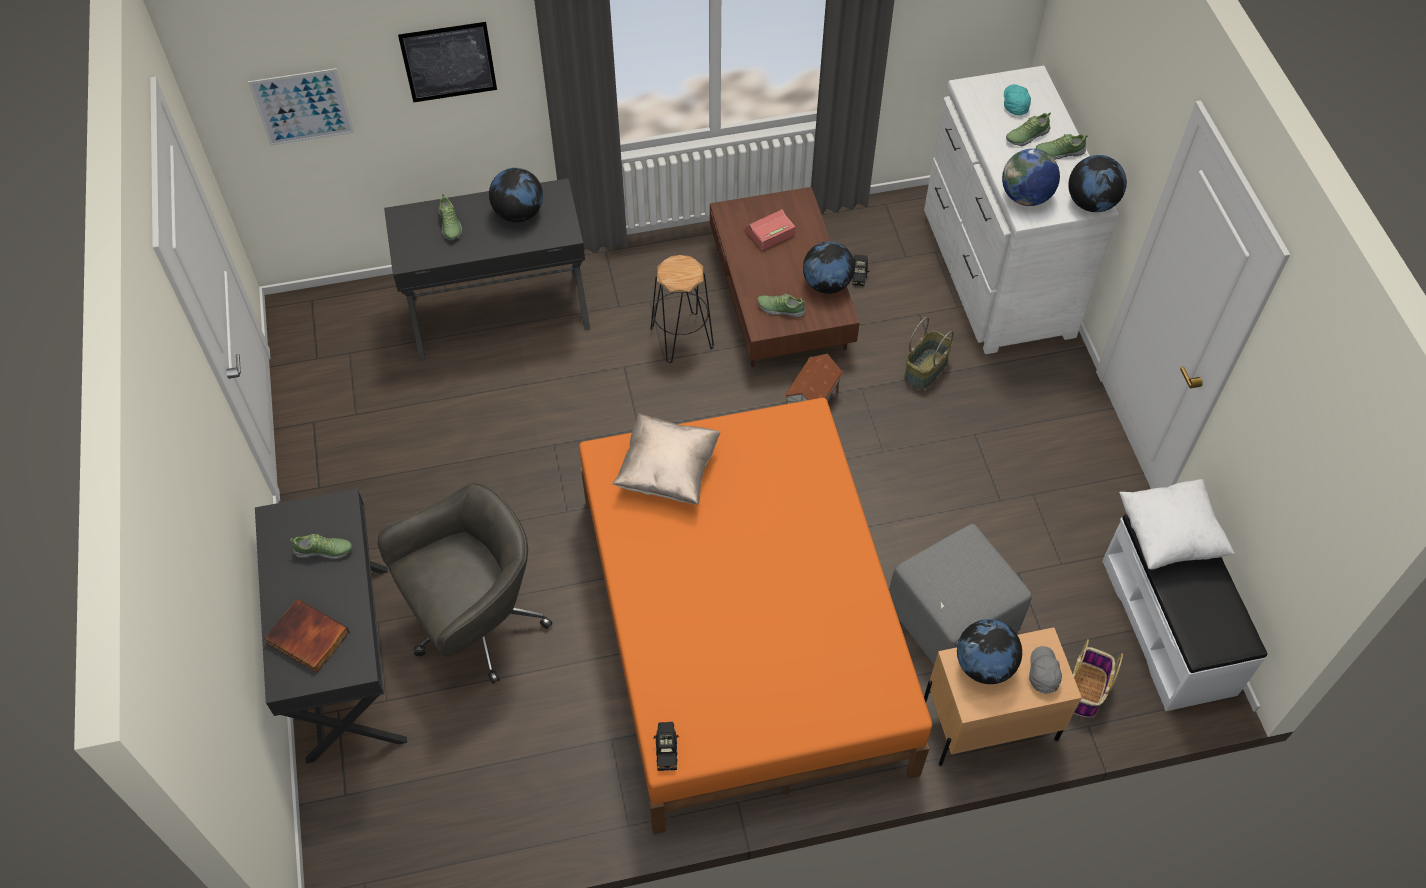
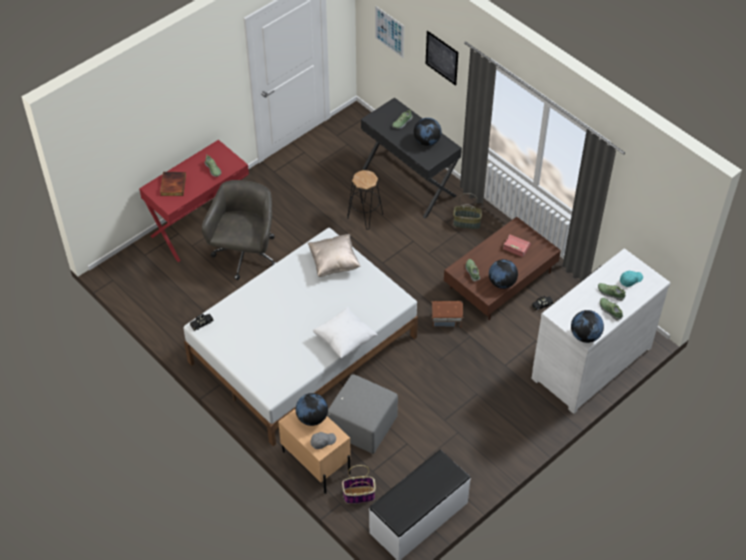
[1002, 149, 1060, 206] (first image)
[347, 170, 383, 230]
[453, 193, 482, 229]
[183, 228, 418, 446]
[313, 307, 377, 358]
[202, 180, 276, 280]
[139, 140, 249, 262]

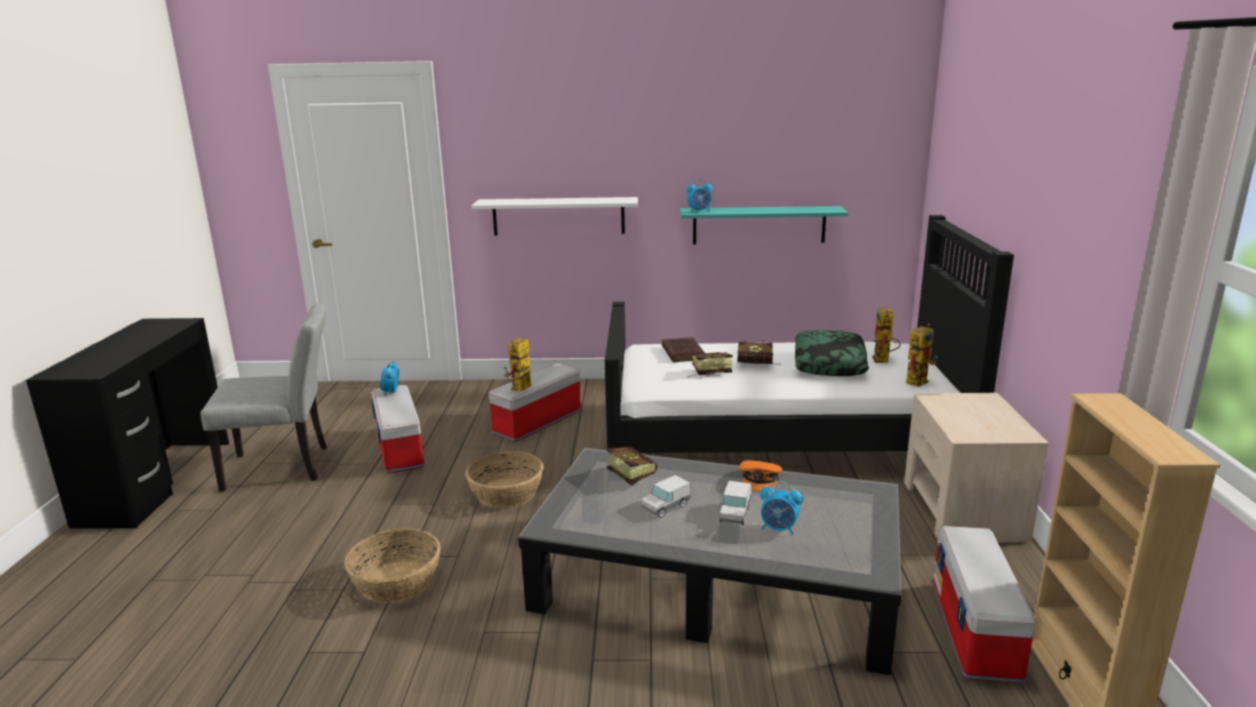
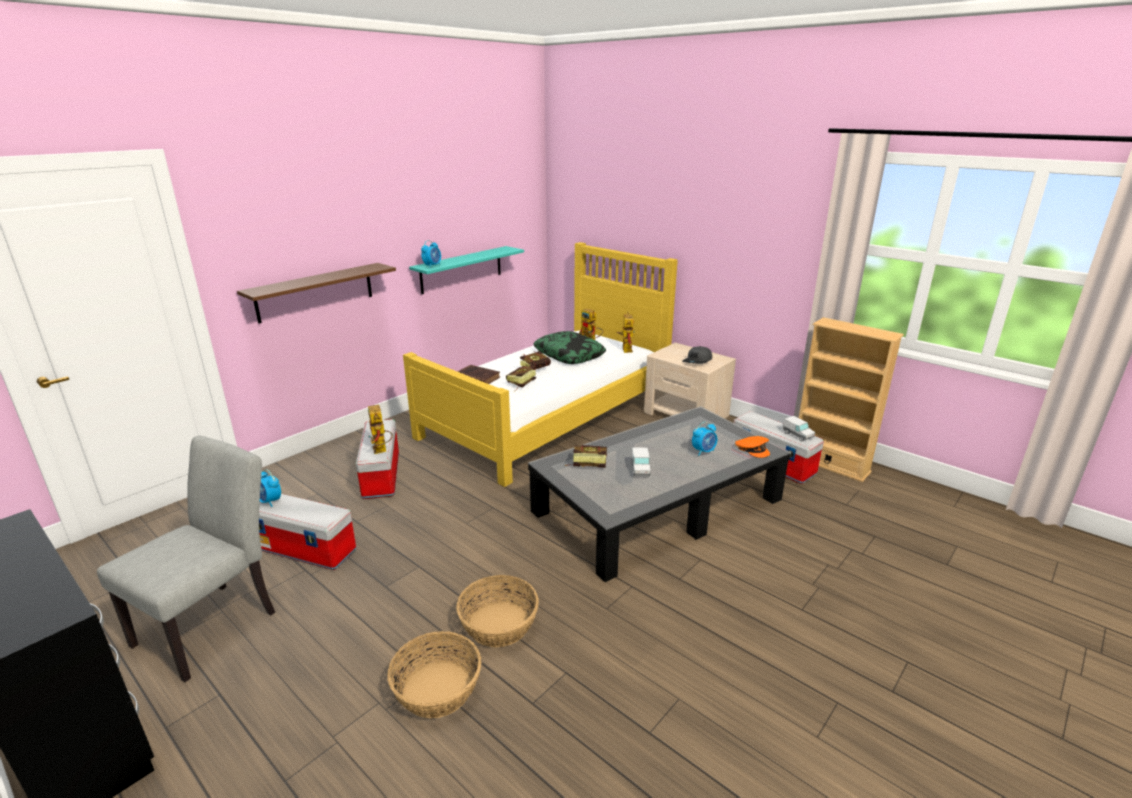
[237, 263, 396, 324]
[403, 242, 678, 487]
[387, 631, 482, 719]
[735, 436, 770, 458]
[783, 416, 815, 441]
[682, 346, 712, 364]

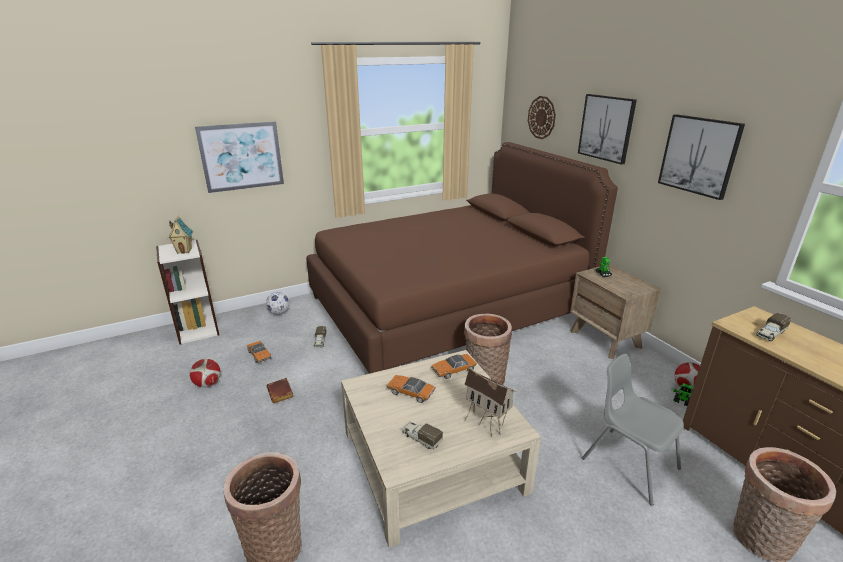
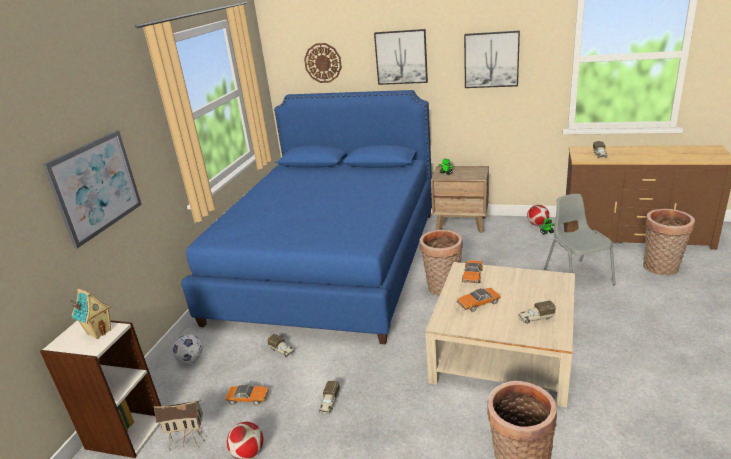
[181, 90, 432, 344]
[544, 194, 616, 295]
[154, 400, 205, 452]
[319, 381, 340, 414]

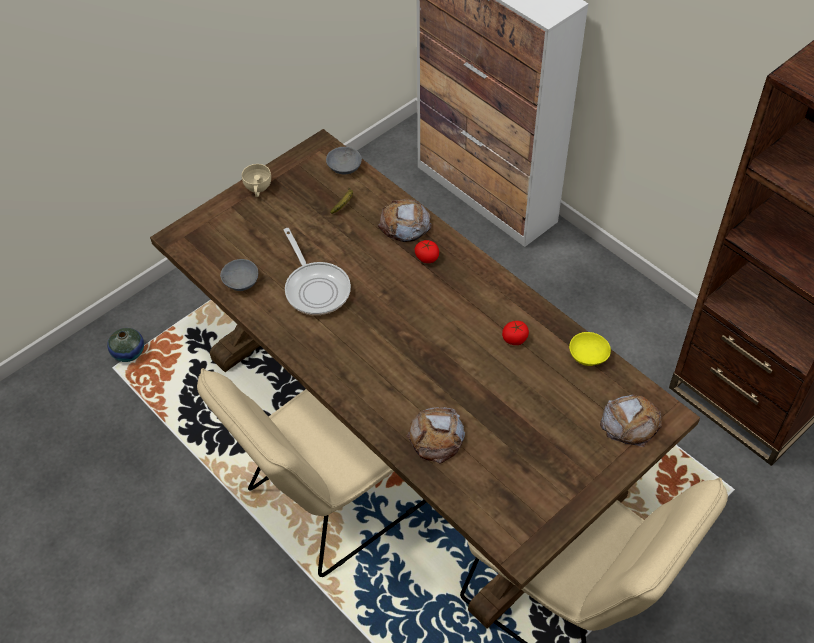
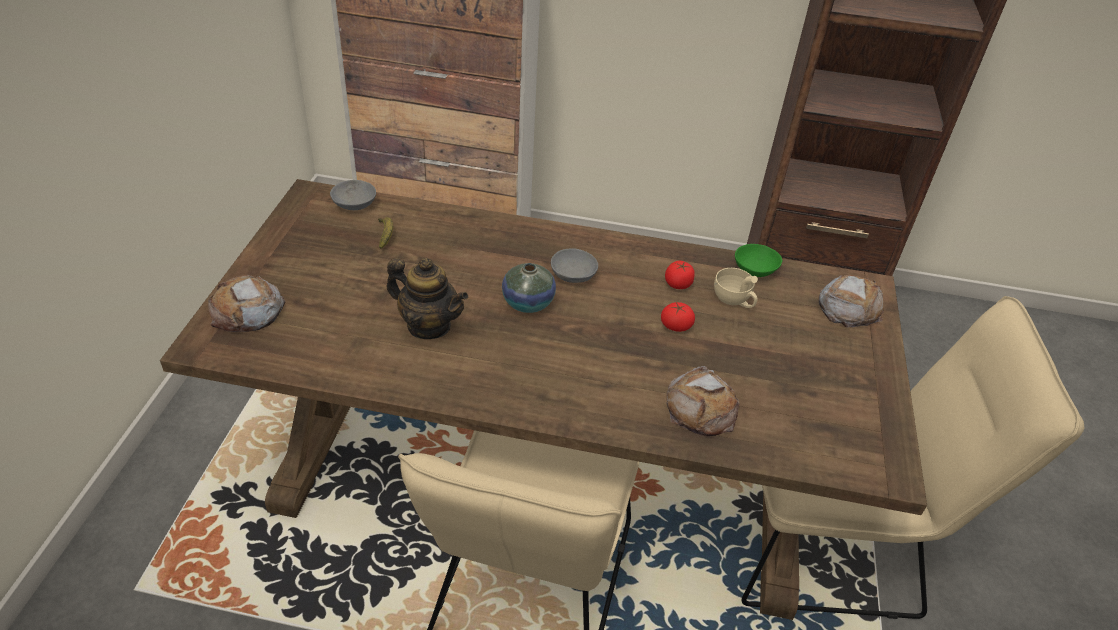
[714, 268, 758, 308]
[208, 275, 285, 332]
[387, 258, 468, 339]
[661, 302, 695, 332]
[551, 248, 598, 283]
[502, 263, 556, 313]
[735, 244, 782, 277]

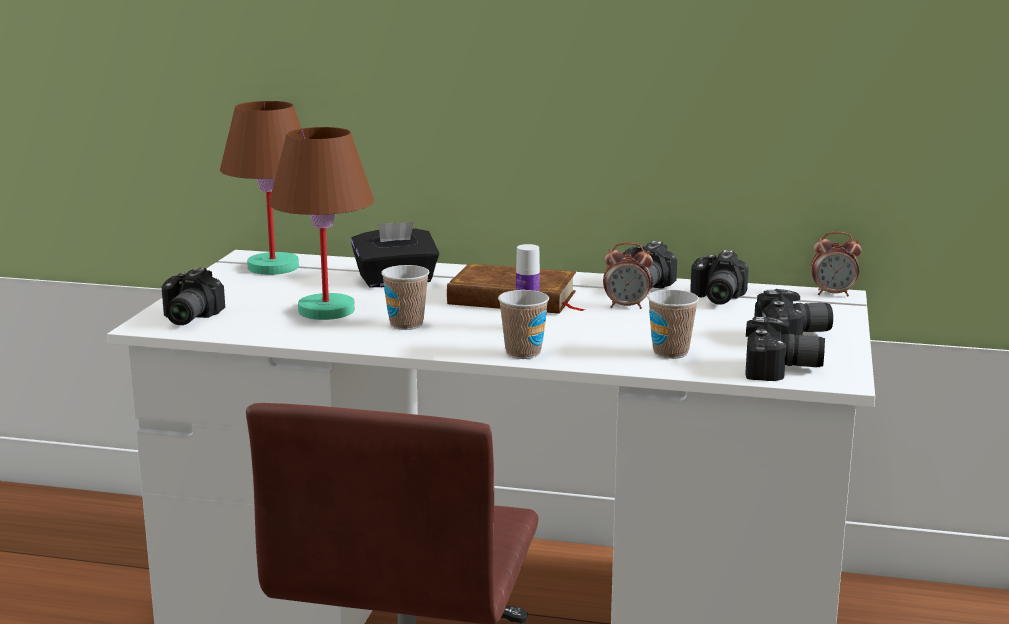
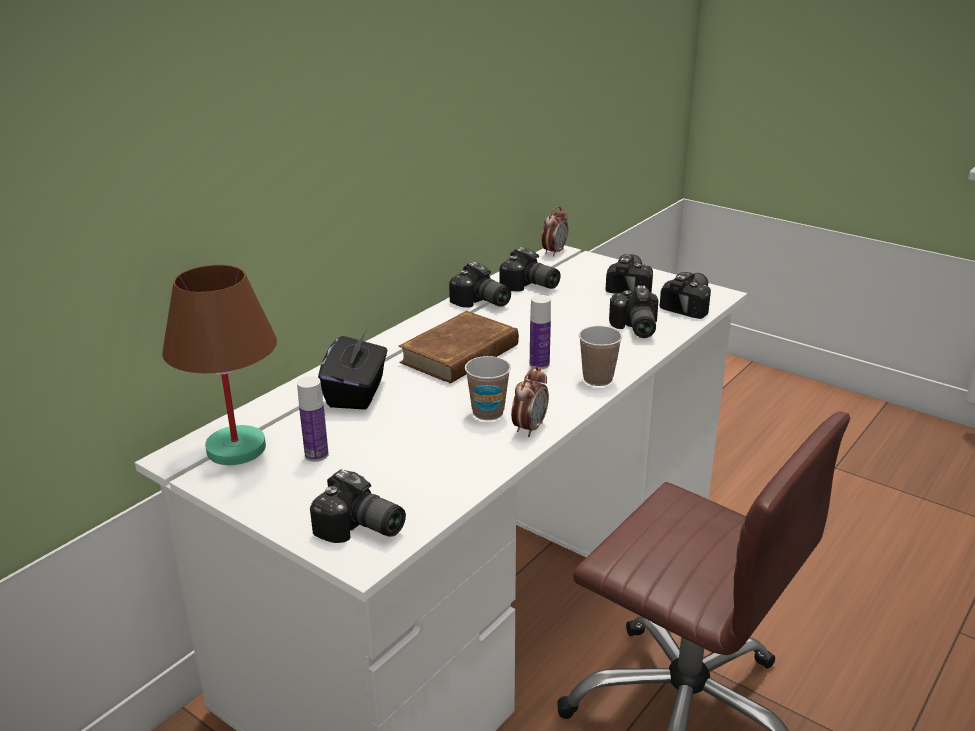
[269, 127, 374, 320] (first image)
[511, 366, 549, 437]
[609, 285, 658, 338]
[297, 376, 329, 462]

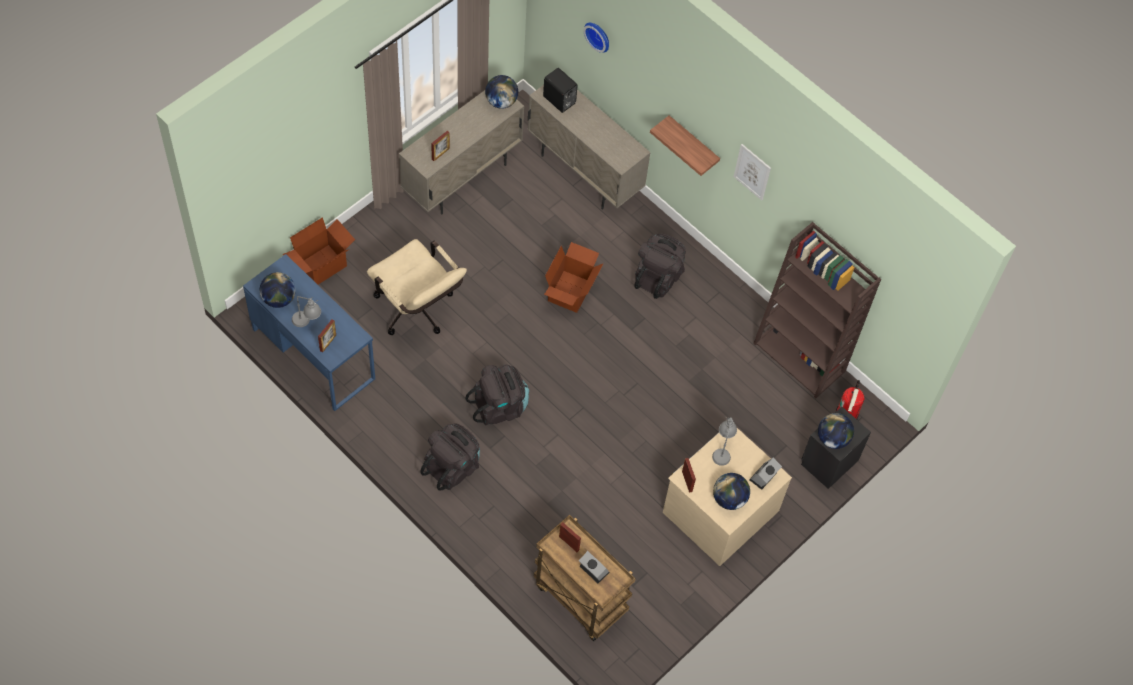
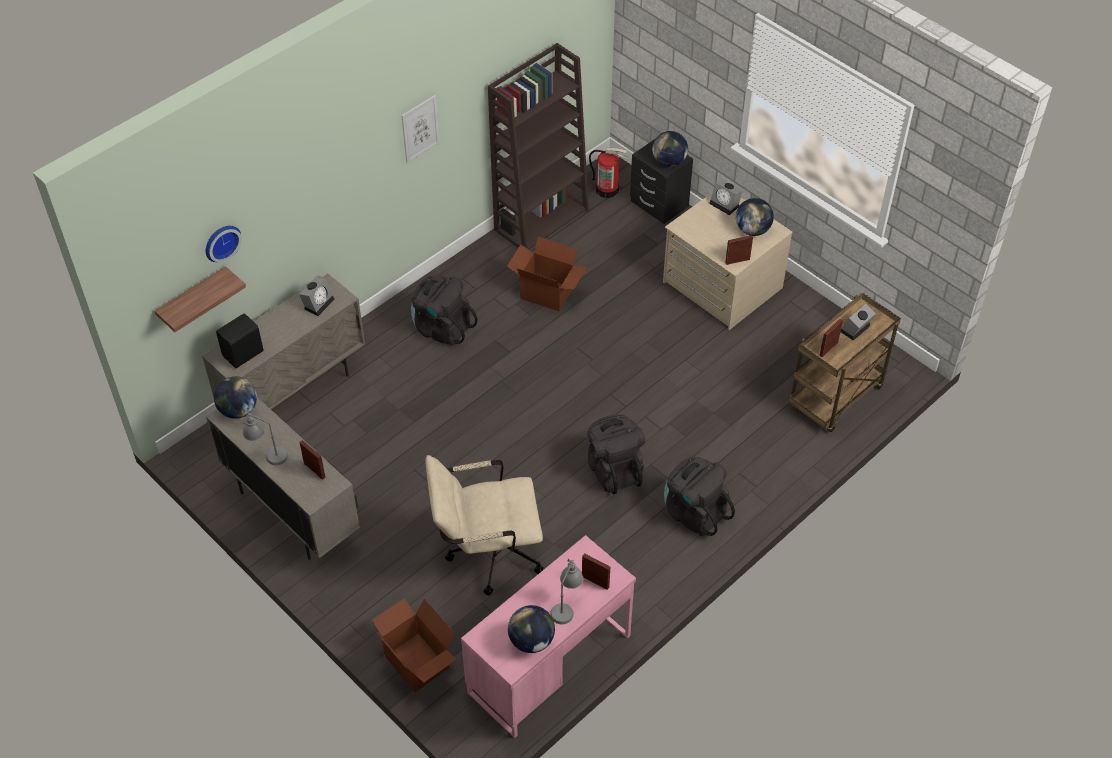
[154, 266, 246, 332]
[426, 455, 543, 595]
[507, 237, 587, 311]
[461, 535, 636, 738]
[242, 413, 288, 465]
[299, 277, 334, 316]

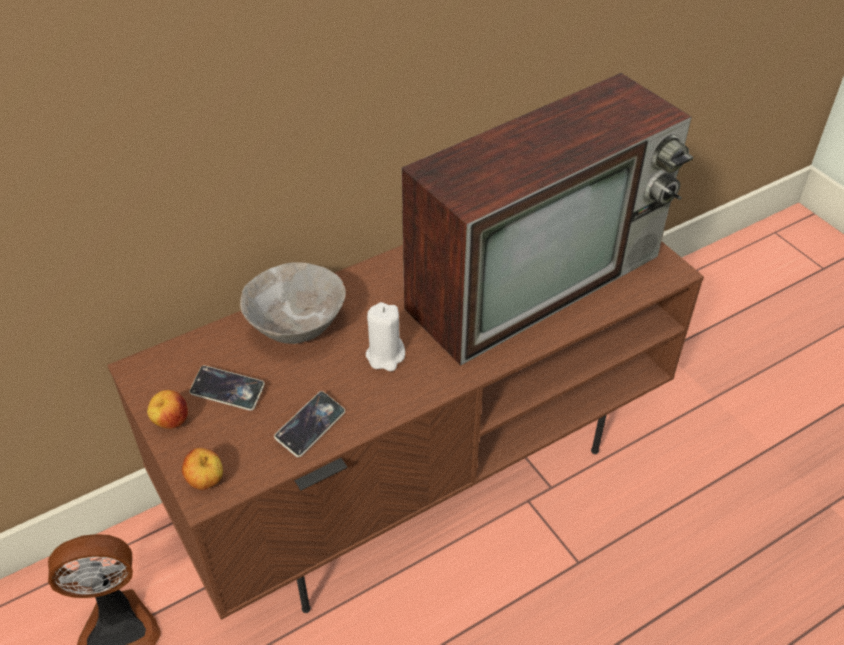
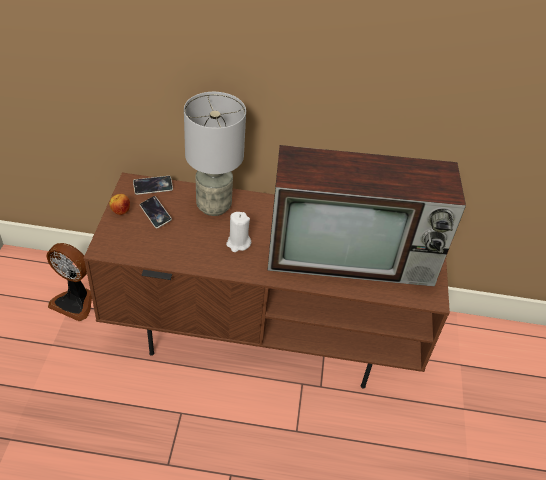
[184, 92, 246, 216]
[133, 176, 173, 195]
[182, 448, 223, 490] (first image)

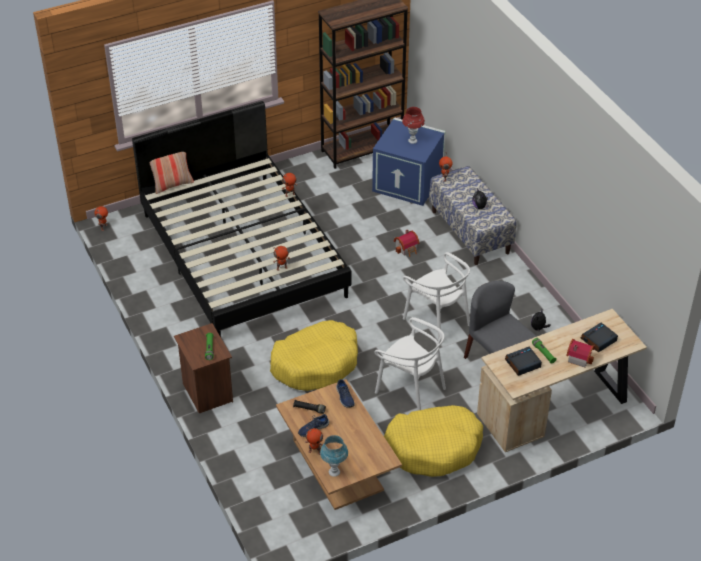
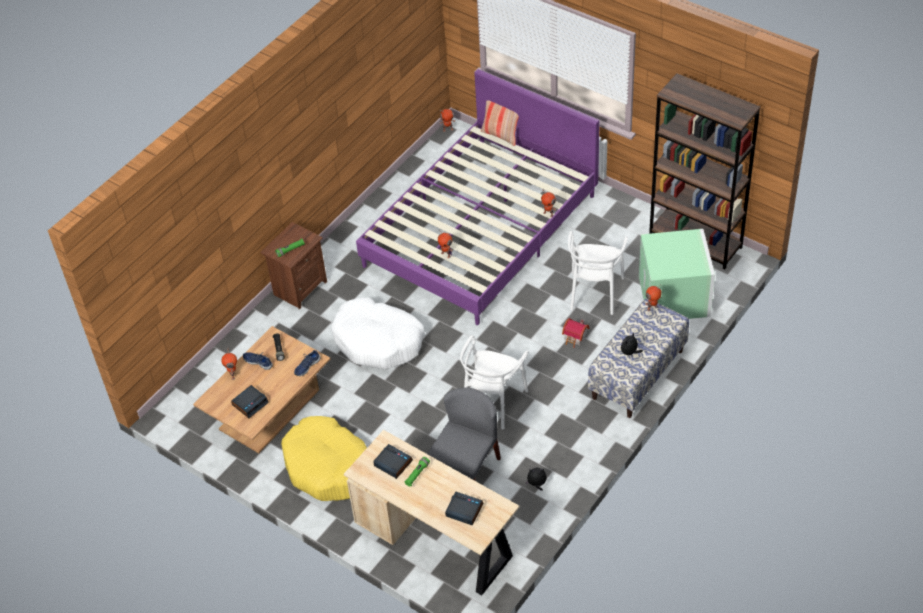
[356, 69, 600, 325]
[402, 107, 425, 144] (first image)
[639, 229, 715, 319]
[568, 231, 628, 315]
[331, 298, 425, 369]
[566, 339, 595, 367] (first image)
[320, 435, 348, 477] (first image)
[231, 385, 269, 418]

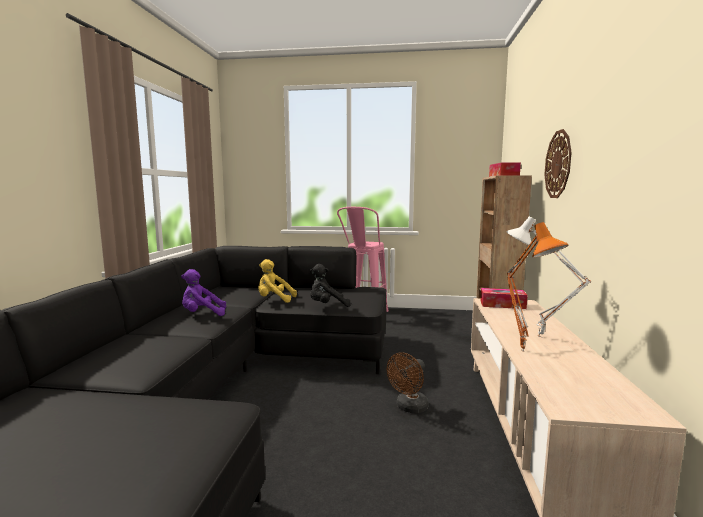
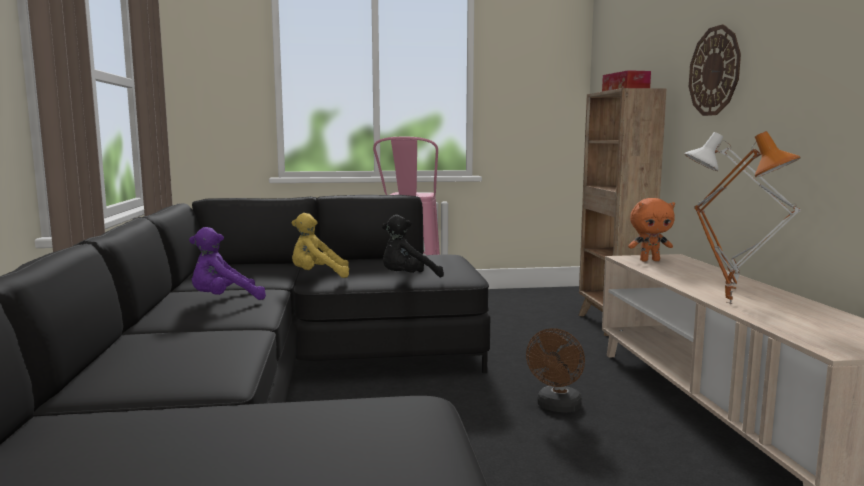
[628, 198, 675, 261]

